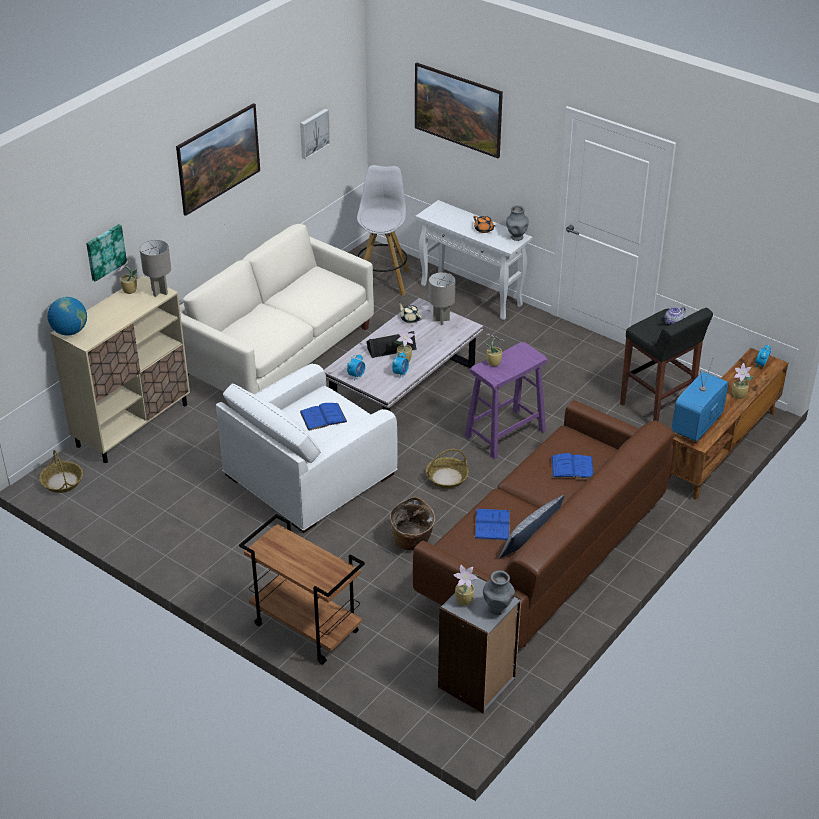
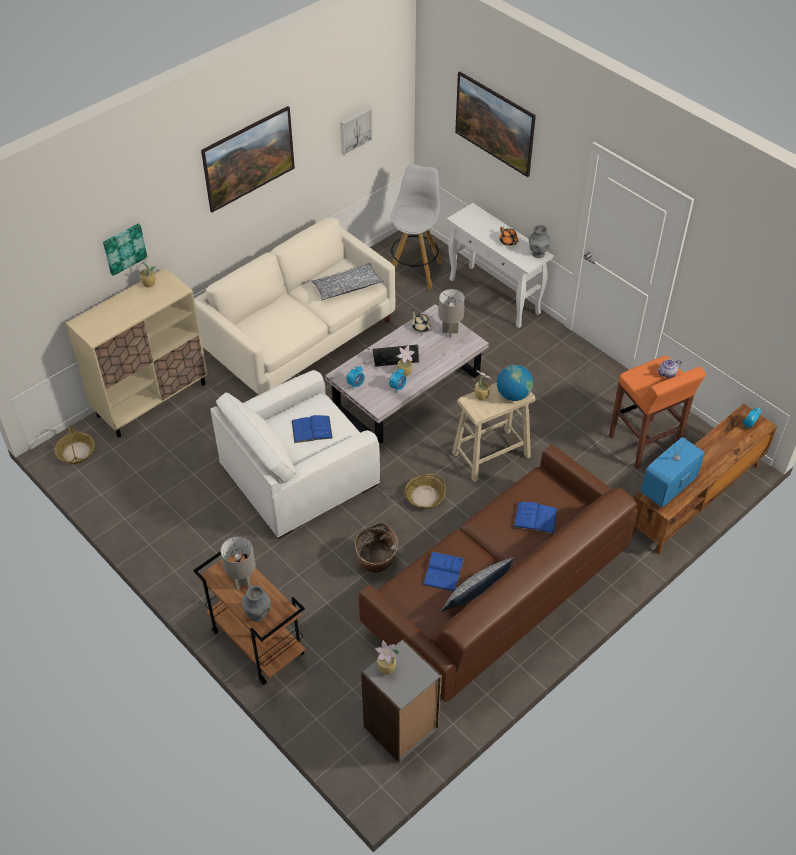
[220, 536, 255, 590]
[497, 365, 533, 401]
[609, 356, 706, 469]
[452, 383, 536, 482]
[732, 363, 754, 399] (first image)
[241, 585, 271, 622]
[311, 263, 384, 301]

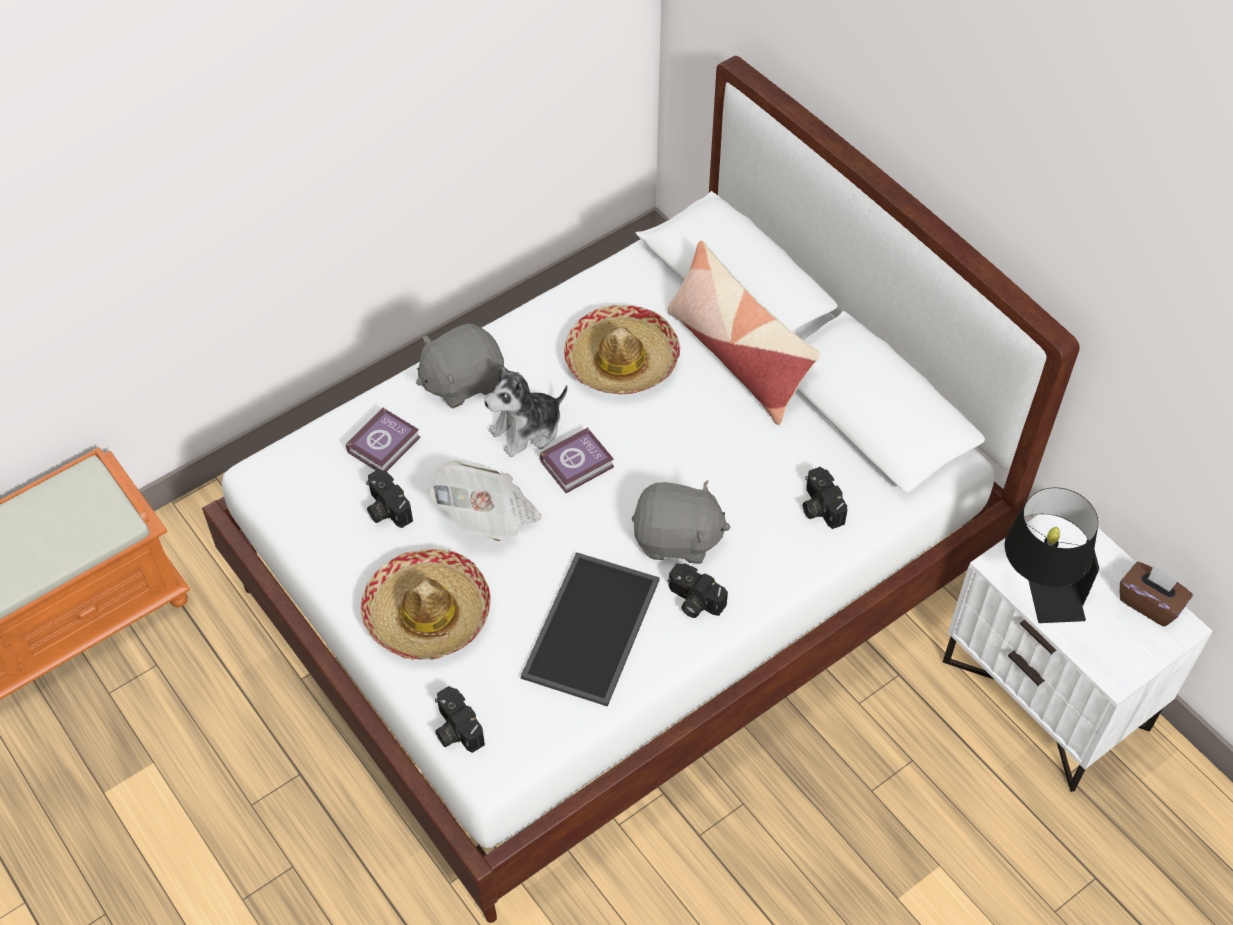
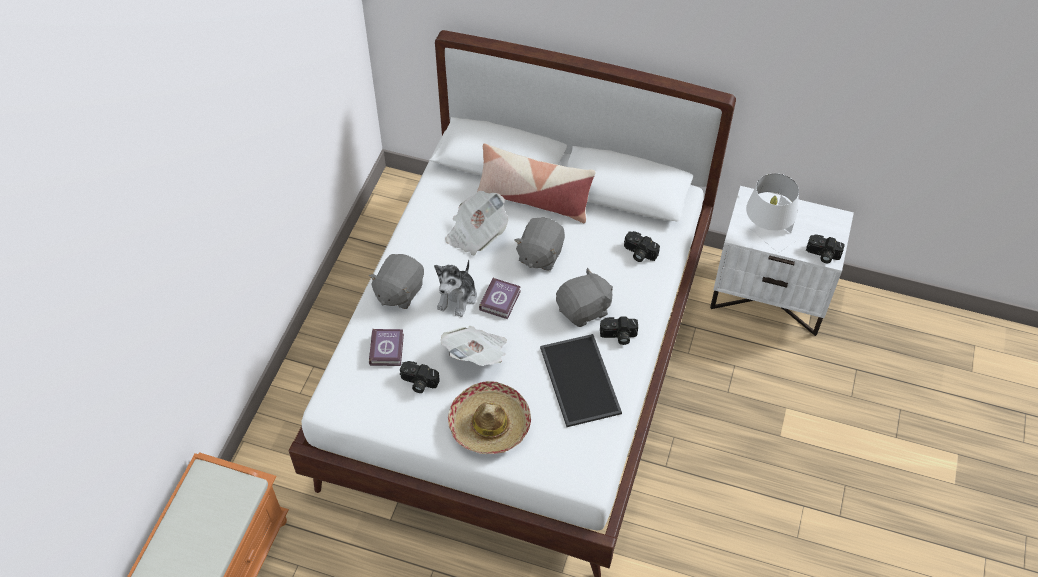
[445, 190, 508, 255]
[746, 173, 799, 253]
[1120, 562, 1193, 626] (first image)
[806, 234, 845, 263]
[514, 217, 565, 271]

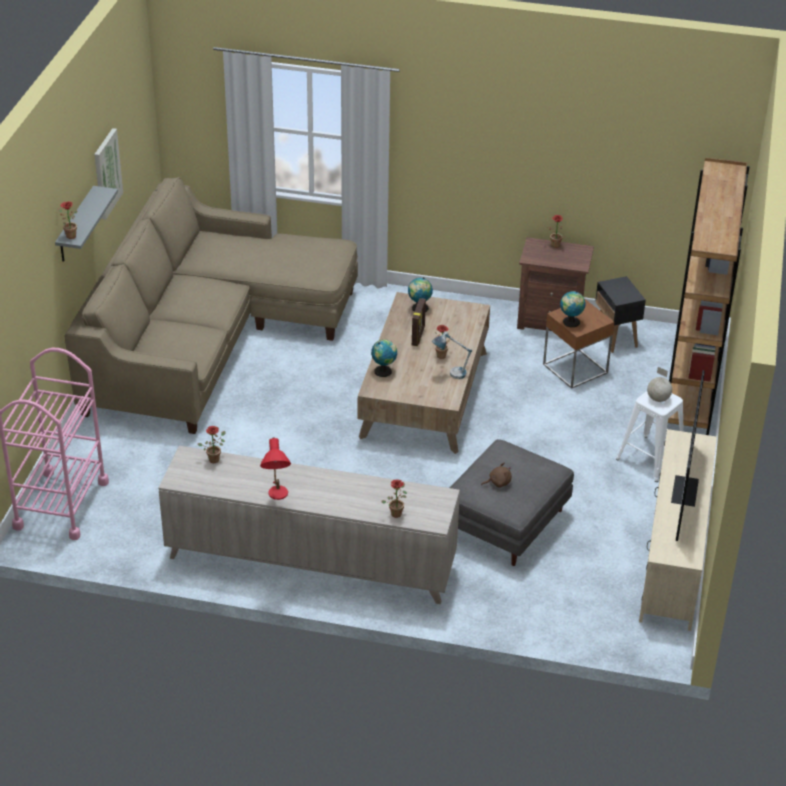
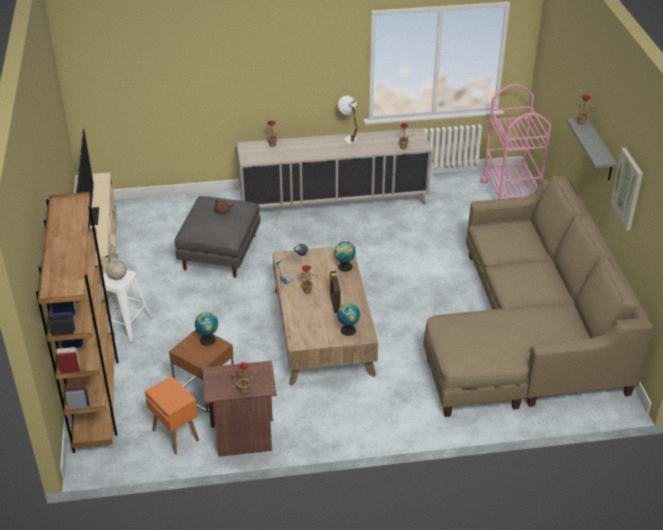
[145, 376, 199, 454]
[338, 96, 358, 143]

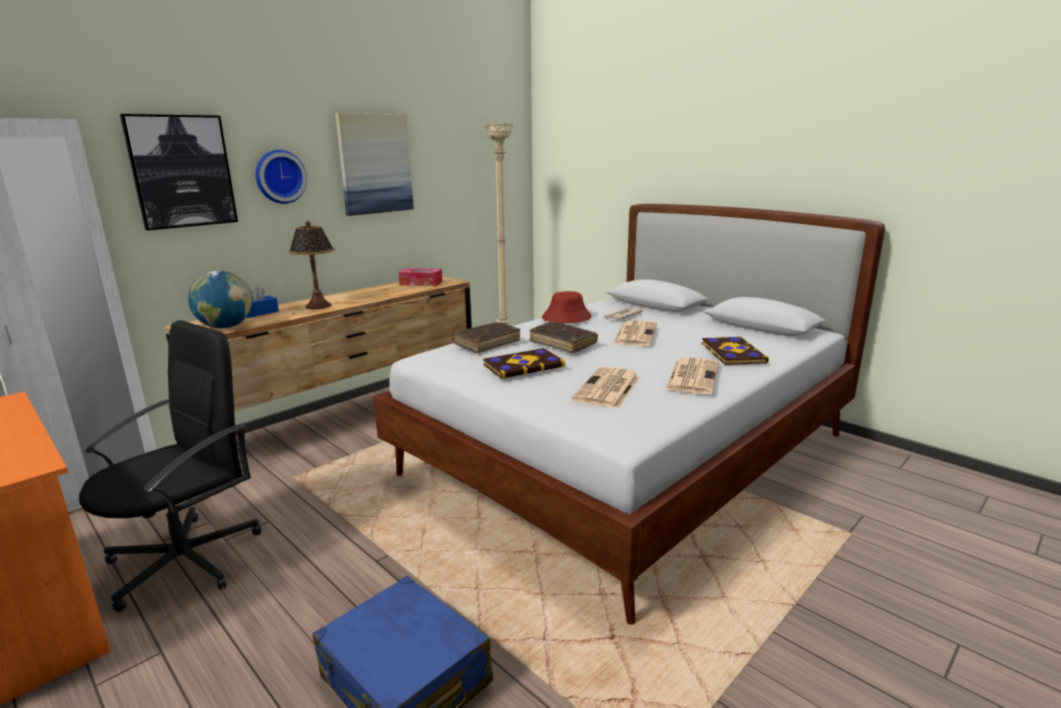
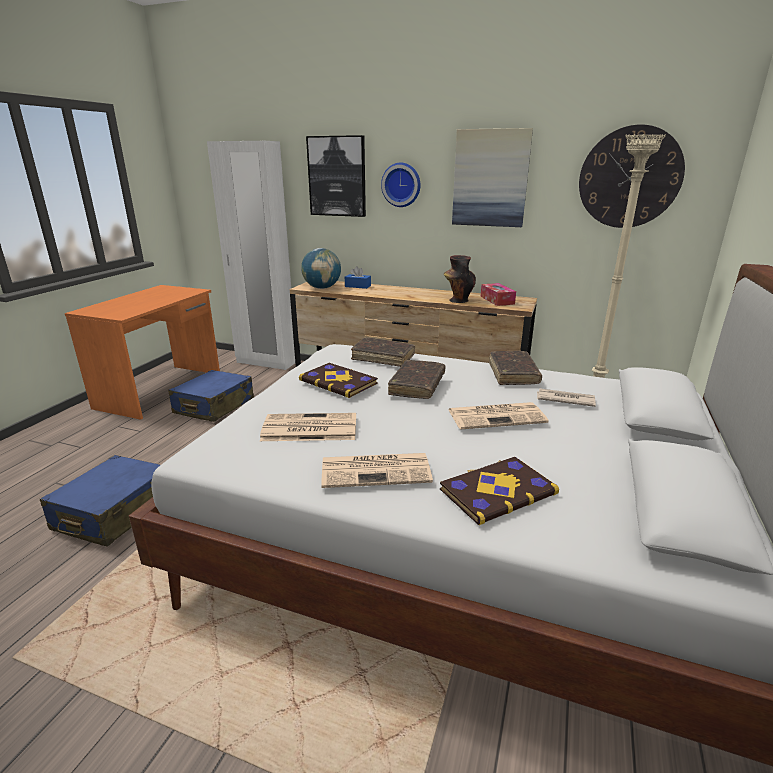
[288, 221, 335, 309] (first image)
[489, 351, 542, 385]
[168, 370, 254, 422]
[579, 124, 685, 228]
[444, 255, 476, 303]

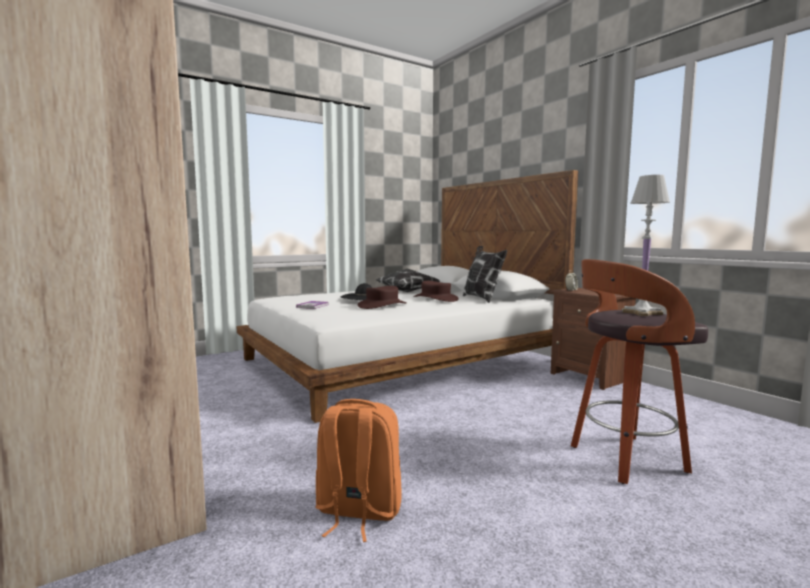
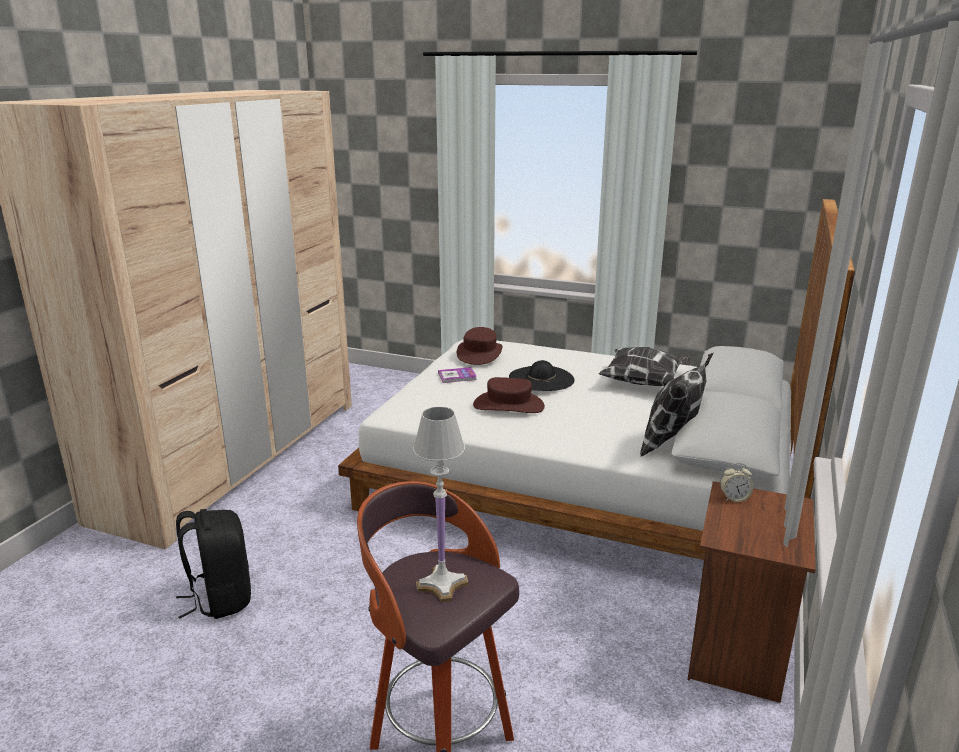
[457, 327, 503, 365]
[176, 509, 251, 619]

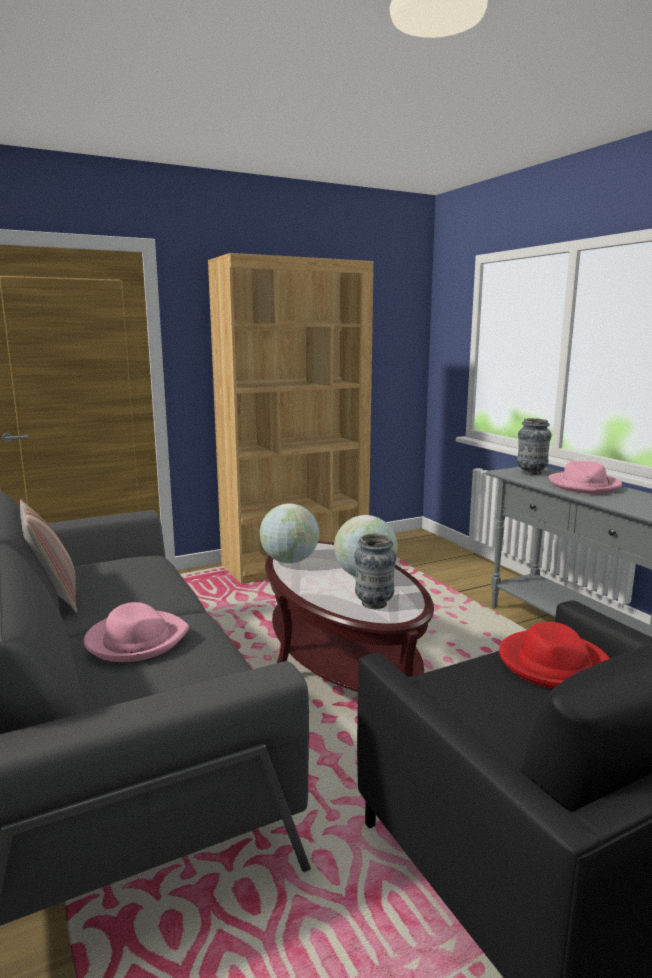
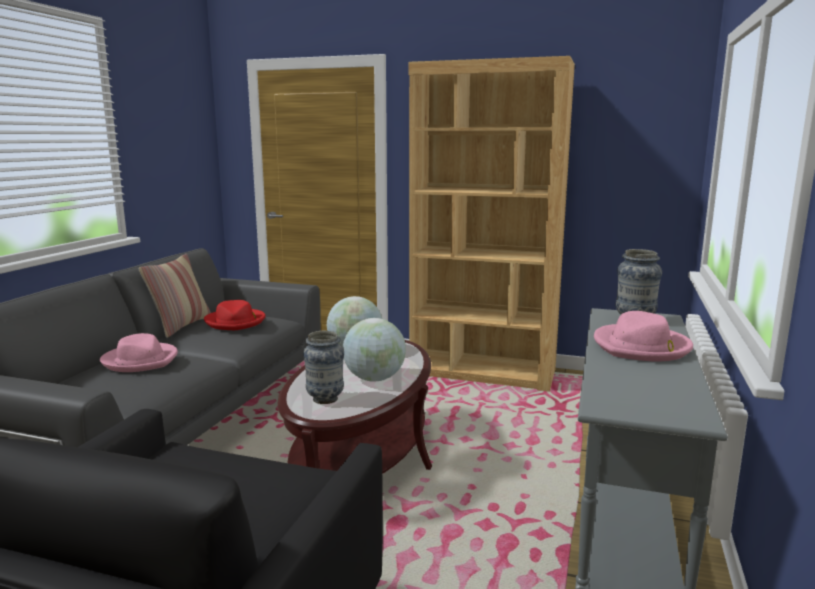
[204, 300, 266, 330]

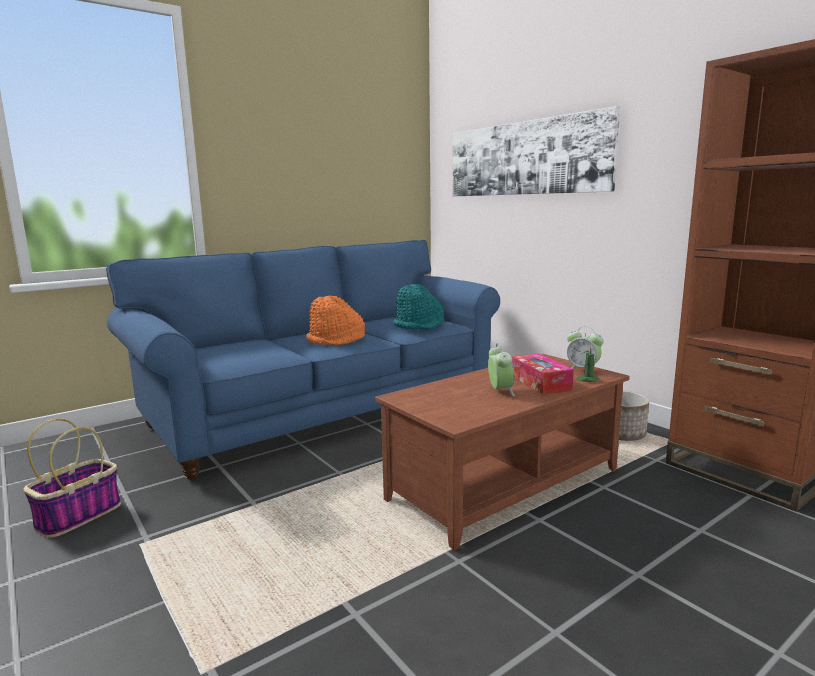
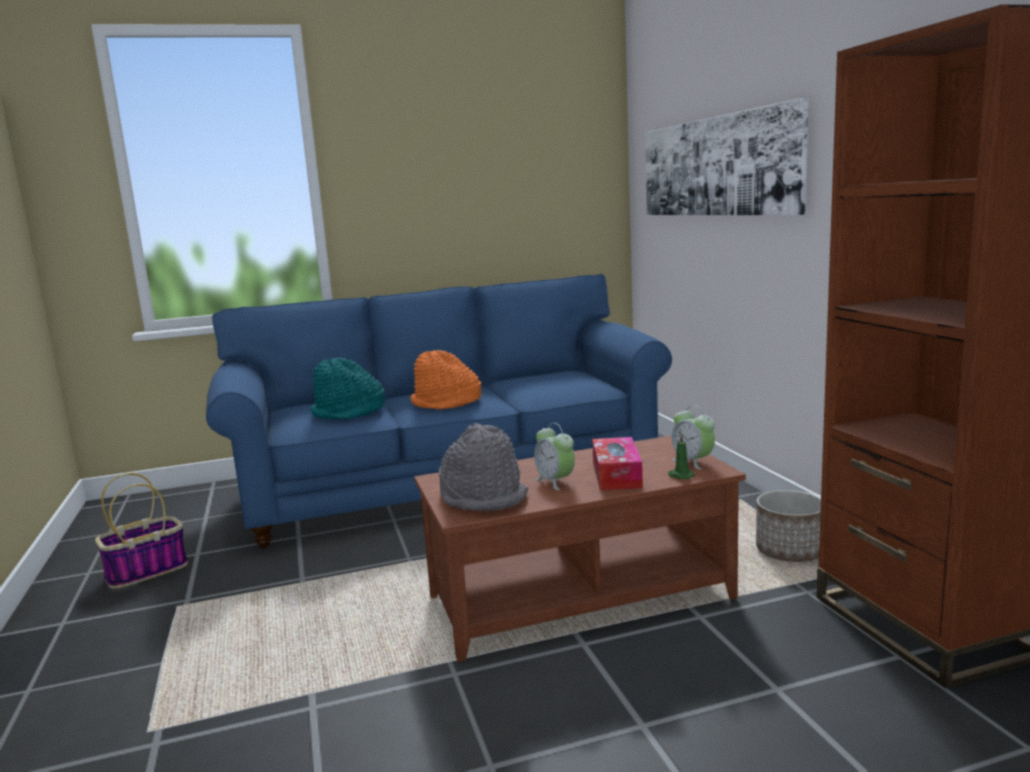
[310, 358, 385, 419]
[534, 423, 575, 490]
[439, 423, 528, 511]

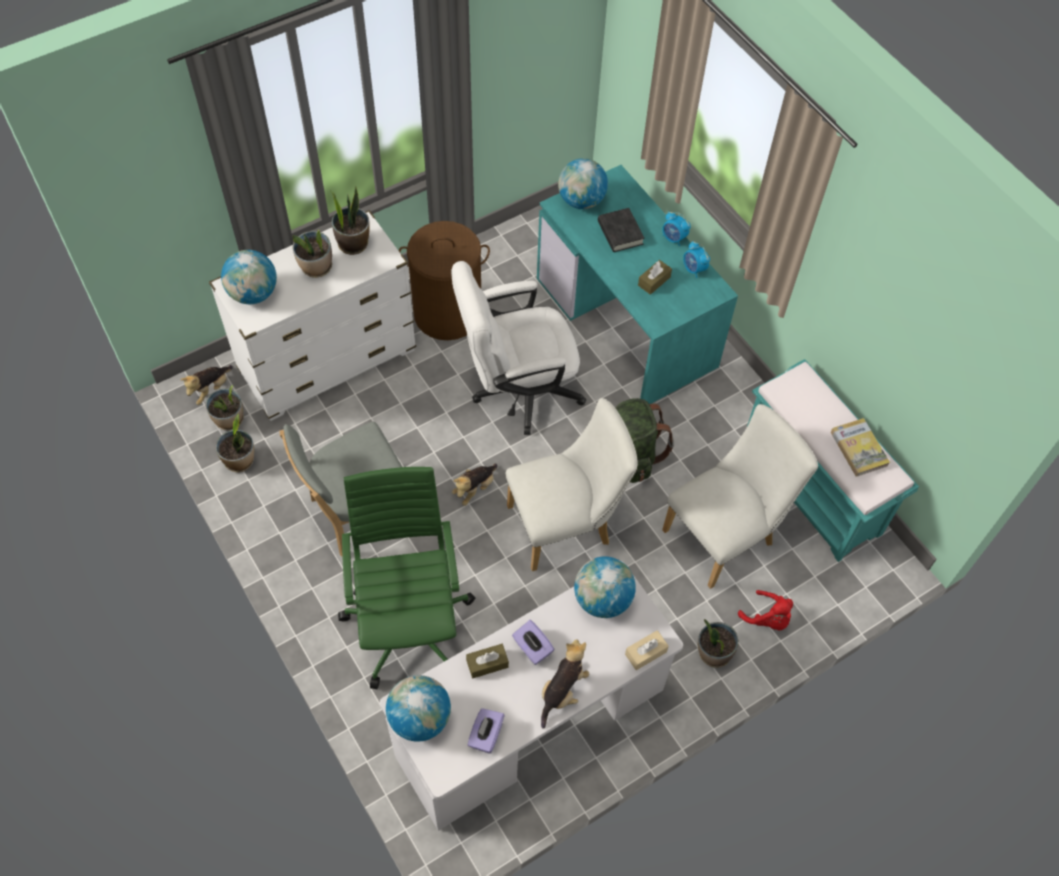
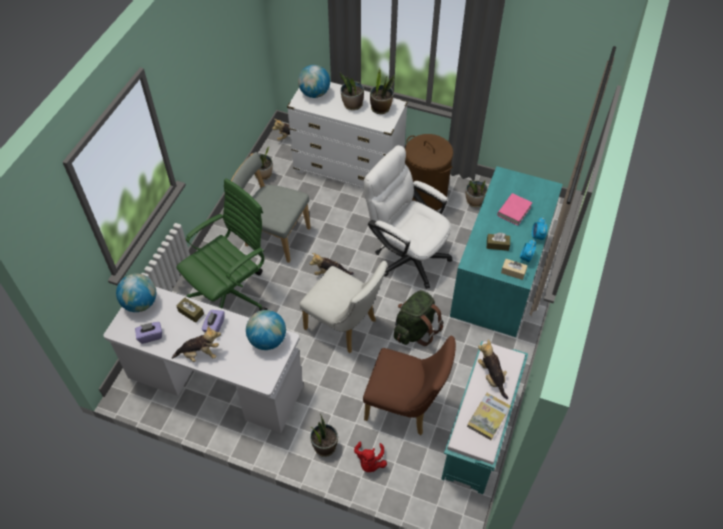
[558, 158, 608, 209] (first image)
[497, 193, 532, 226]
[466, 180, 488, 207]
[363, 336, 456, 436]
[501, 259, 528, 280]
[478, 340, 508, 399]

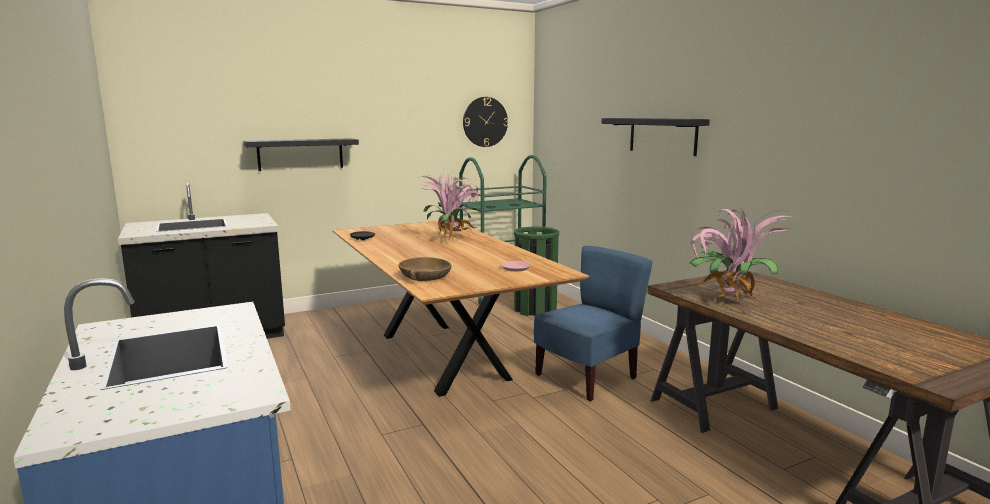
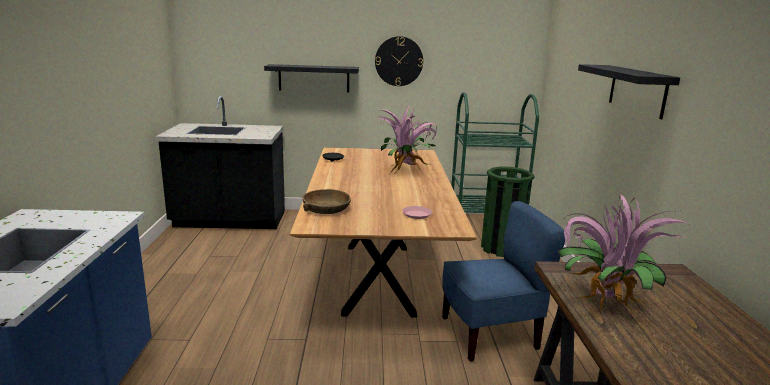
[375, 36, 423, 86]

